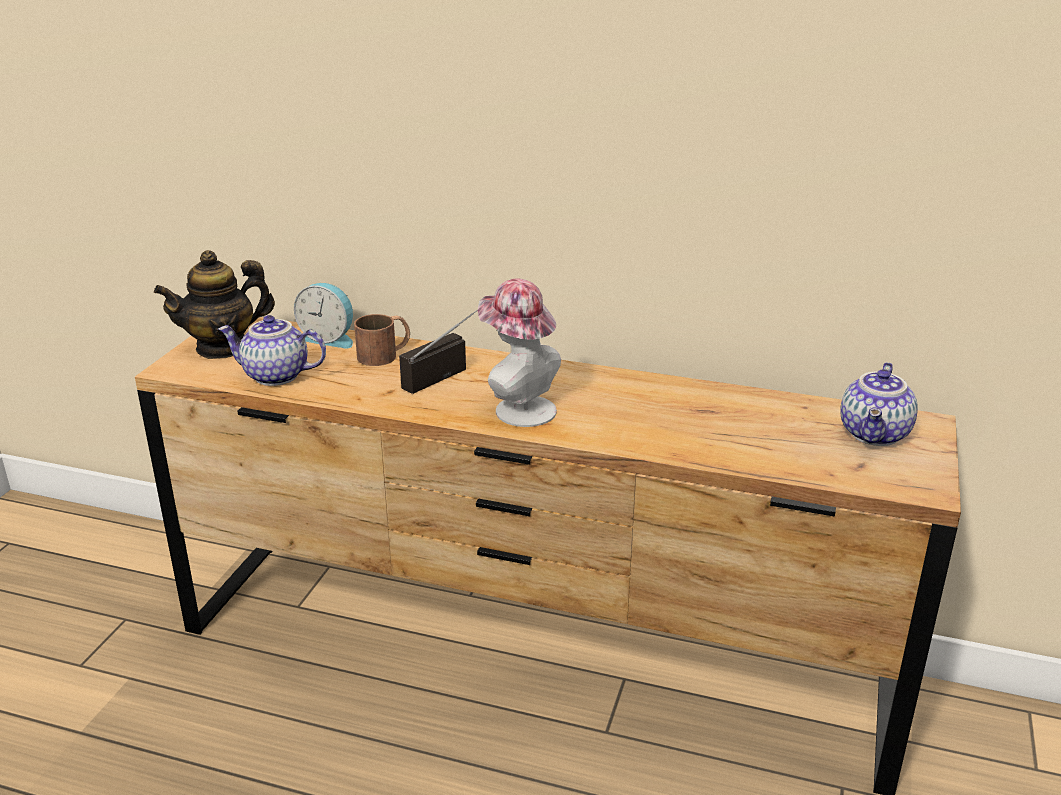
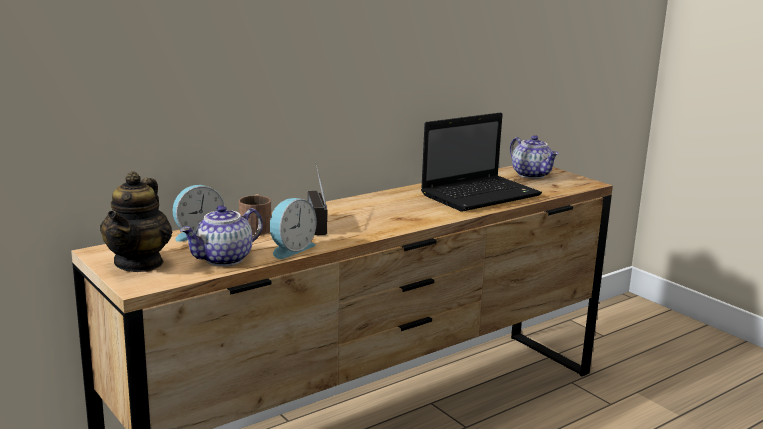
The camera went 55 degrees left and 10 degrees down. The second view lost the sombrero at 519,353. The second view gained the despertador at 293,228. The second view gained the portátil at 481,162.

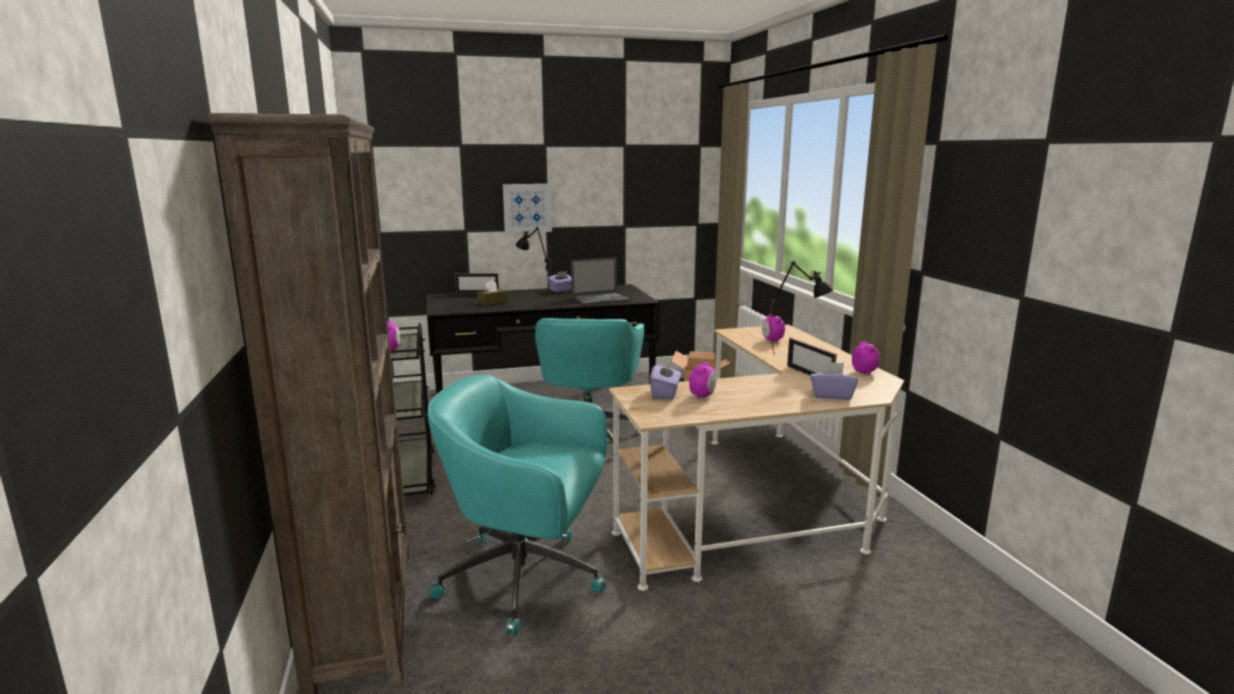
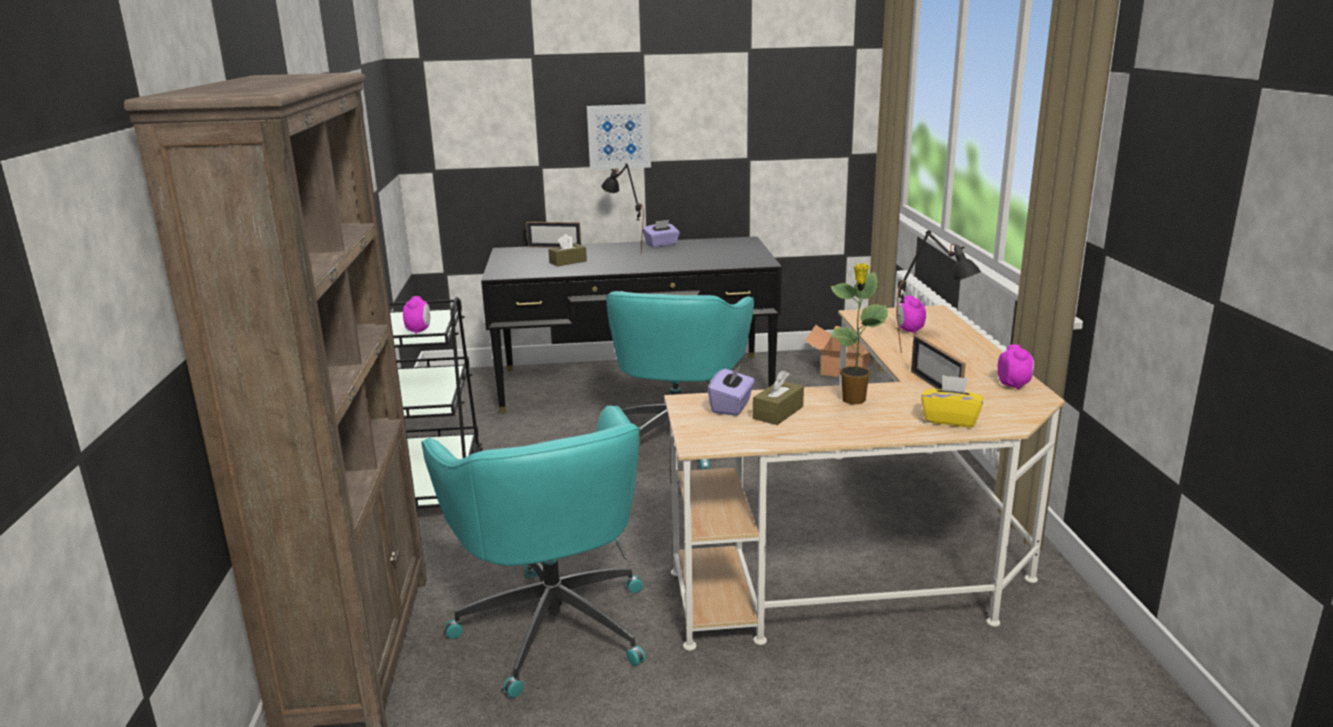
The camera went 10 degrees right and 5 degrees up. The second view lost the portátil at 600,281. The second view gained the planta en maceta at 859,333. Where the despertador stood at 703,380, the caja de pañuelos/marrón came to stand at 778,397. What was the caja de pañuelos/morado at 834,381 turned into the caja de pañuelos/amarillo at 952,401. The silla de oficina/turquesa at 517,505 ended up facing another way, 135 degrees counterclockwise from before.

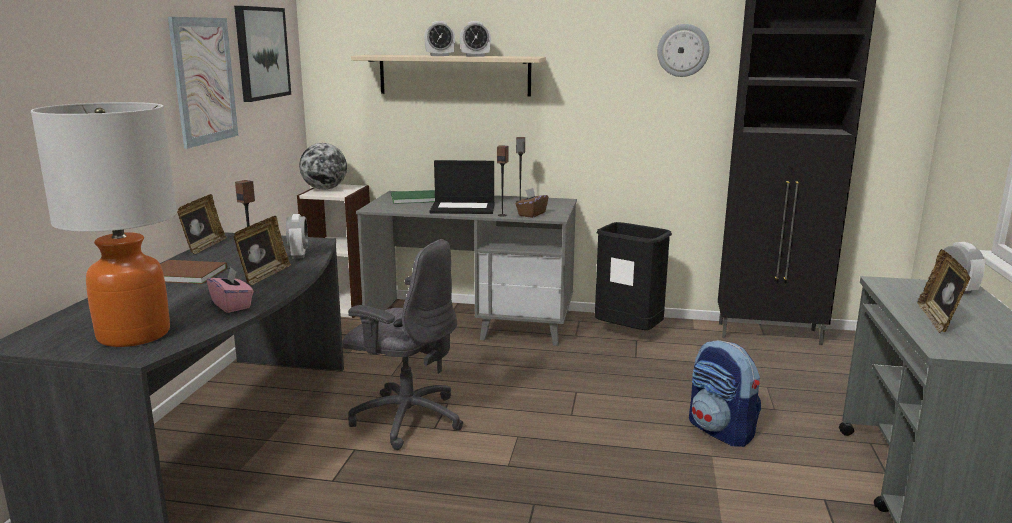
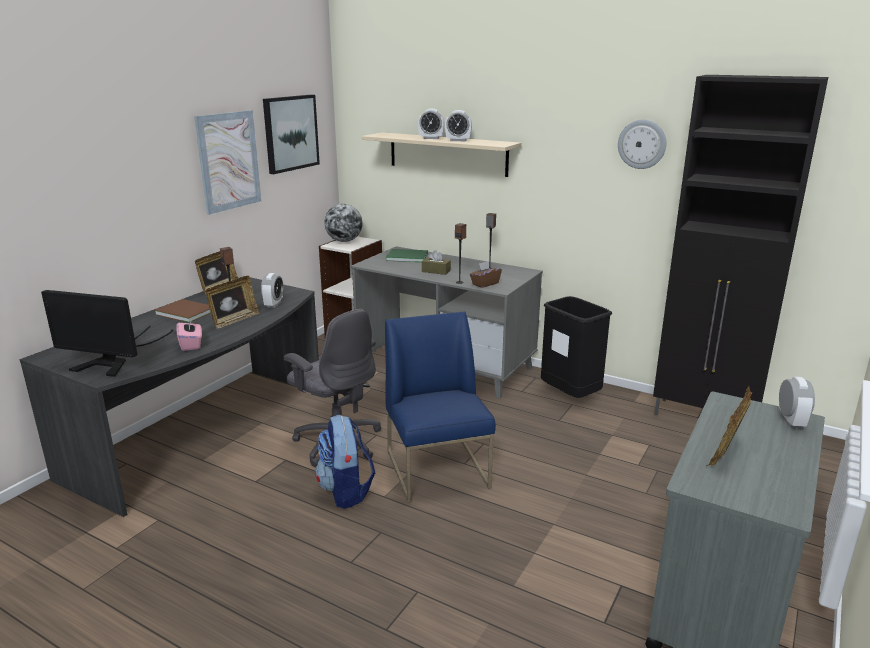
The camera went 20 degrees right and 5 degrees up. The second view gained the silla/azul at 440,407. The mochila ended up elsewhere, having gone from 725,393 to 345,462. Where the lámpara de mesa stood at 104,224, the monitor came to stand at 107,333. Where the portátil stood at 462,187, the caja de pañuelos/marrón came to stand at 436,262.

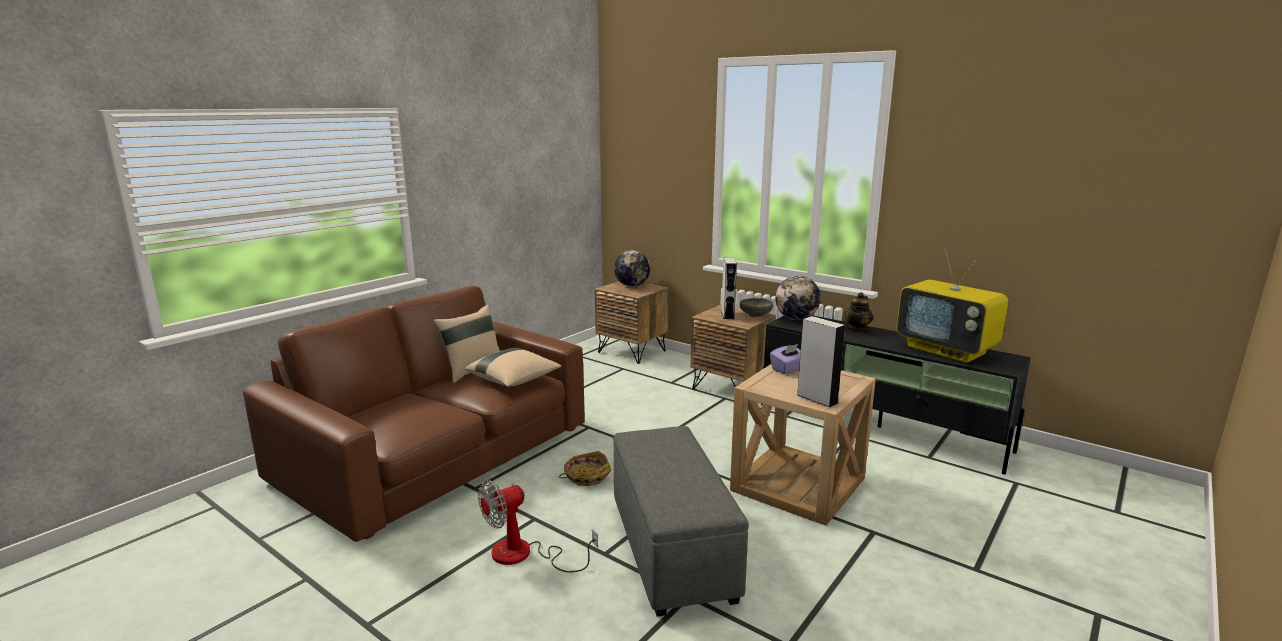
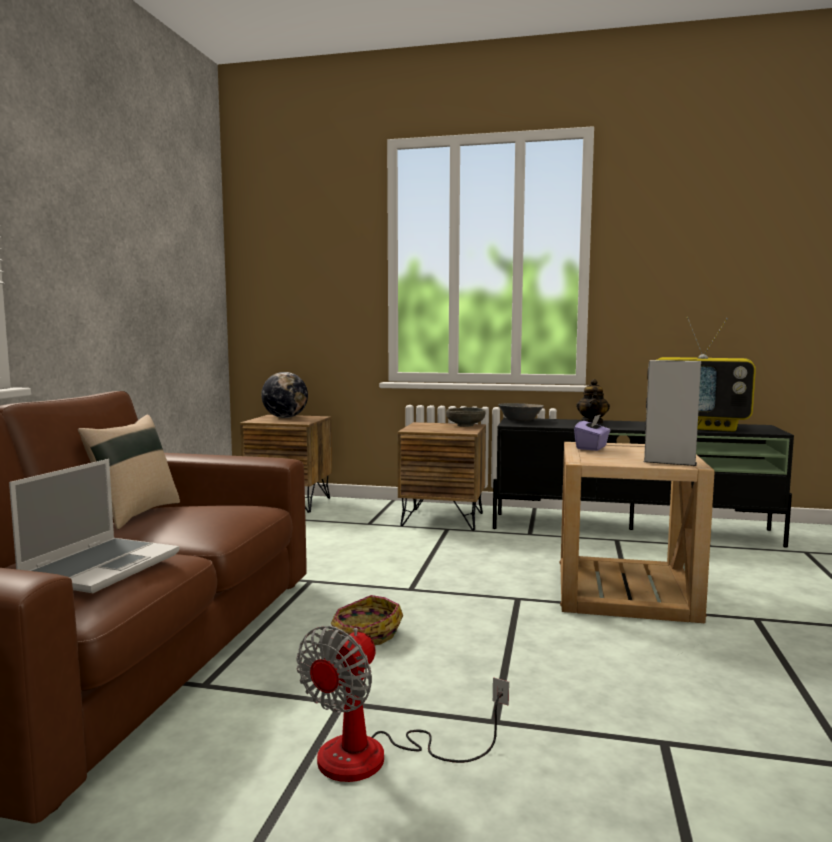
The camera went 25 degrees left and 10 degrees down. The second view lost the cojín/beis at 512,367. The second view lost the puf/gris at 681,521. The second view lost the altavoz/gris at 729,289. The second view gained the portátil at 94,526. Where the globo terráqueo stood at 798,298, the cuenco/gris came to stand at 521,412.

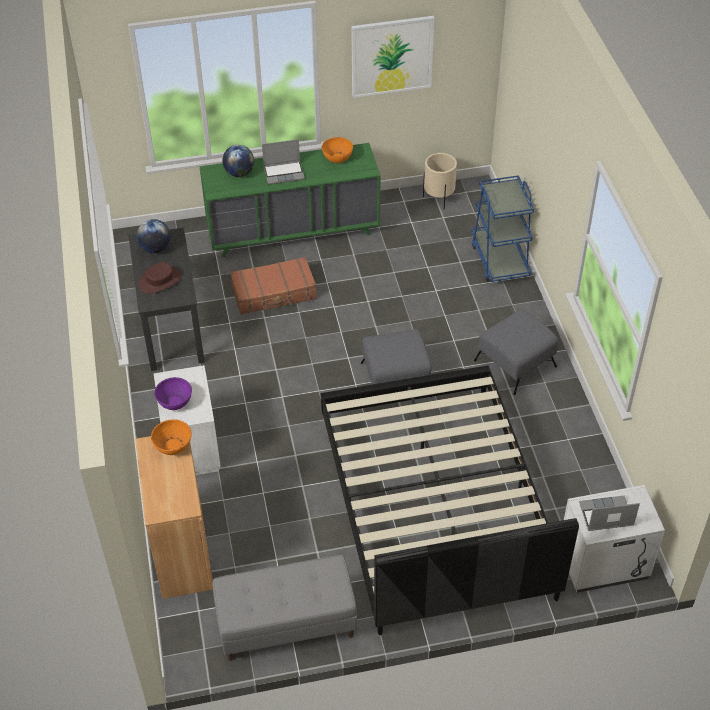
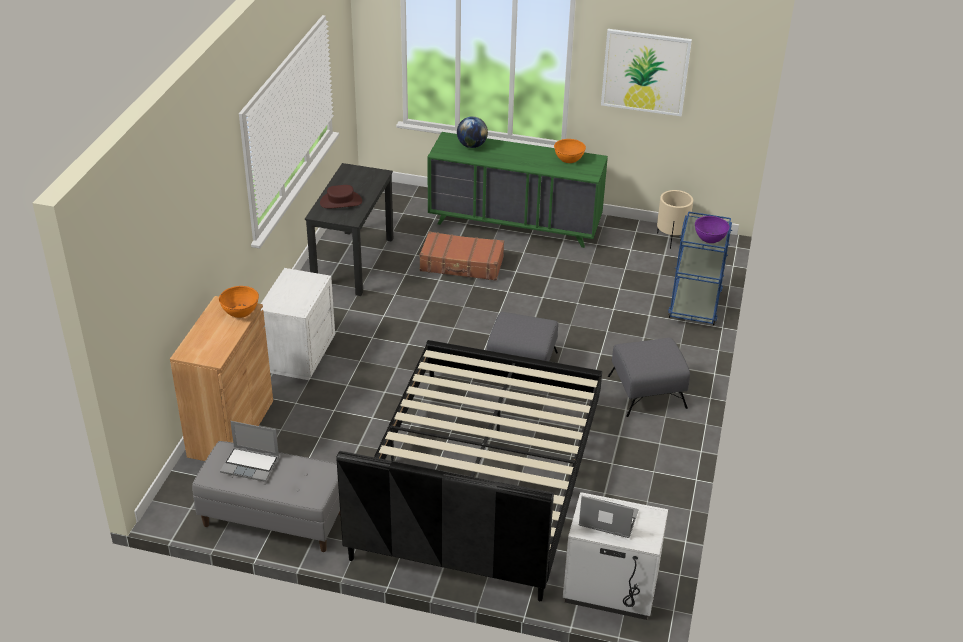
The camera went 25 degrees right and 10 degrees down. The second view lost the globo terráqueo at 154,236. The cuenco/morado ended up elsewhere, having gone from 173,393 to 712,229. The portátil ended up elsewhere, having gone from 283,162 to 249,451.

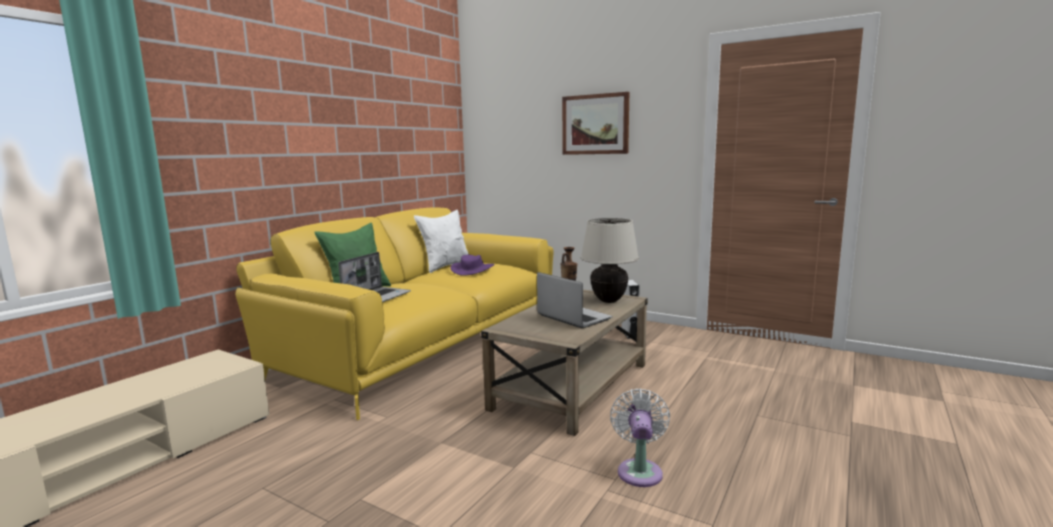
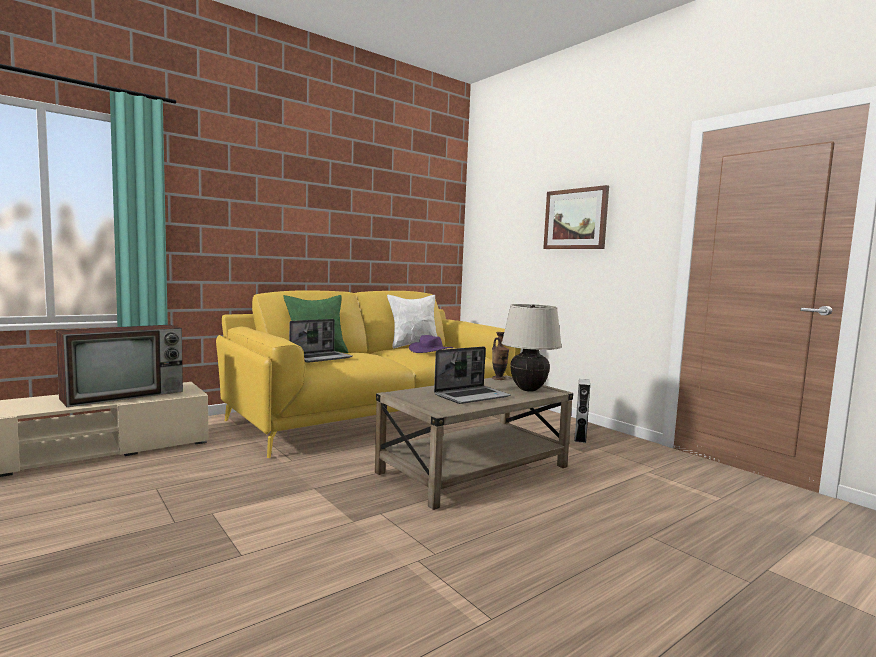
The camera went 20 degrees right and 5 degrees down. The second view lost the ventilador/blanco at 640,438. The second view gained the televisor at 119,366. The portátil at 574,300 ended up facing another way, 75 degrees clockwise from before.

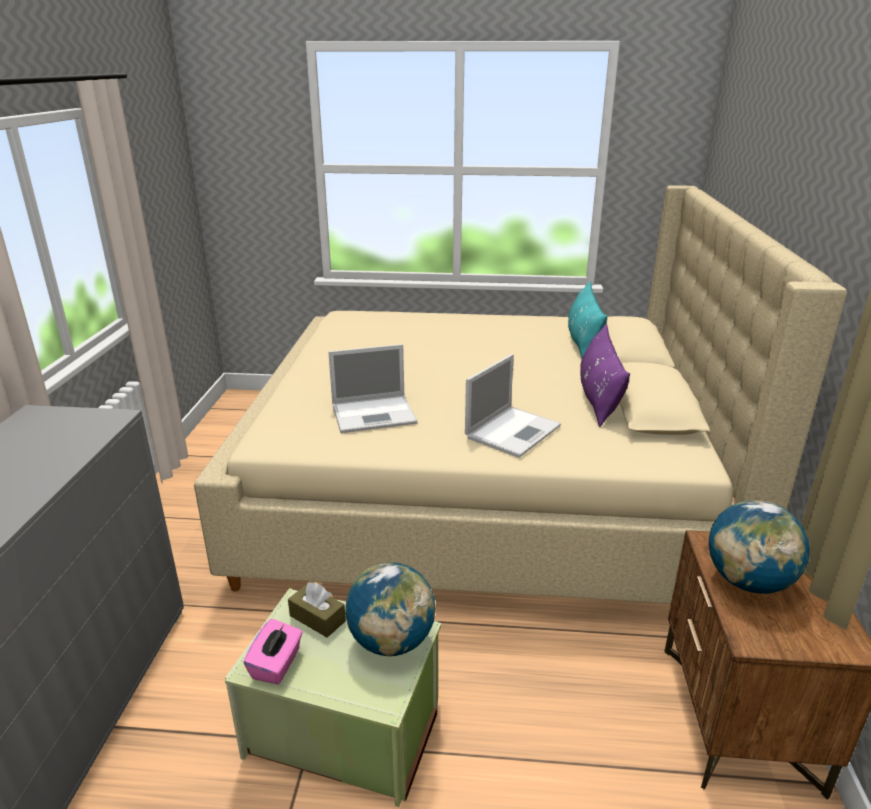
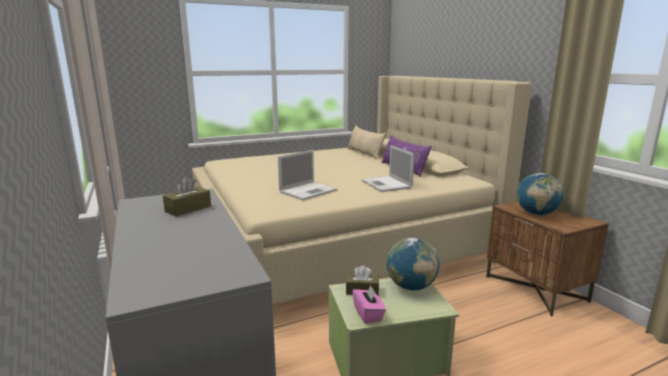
The camera went 30 degrees left and 10 degrees down. The second view gained the caja de pañuelos/marrón at 187,197. What was the cojín/turquesa at 587,319 turned into the cojín/beis at 367,142. The portátil at 513,406 ended up facing another way, 150 degrees clockwise from before.

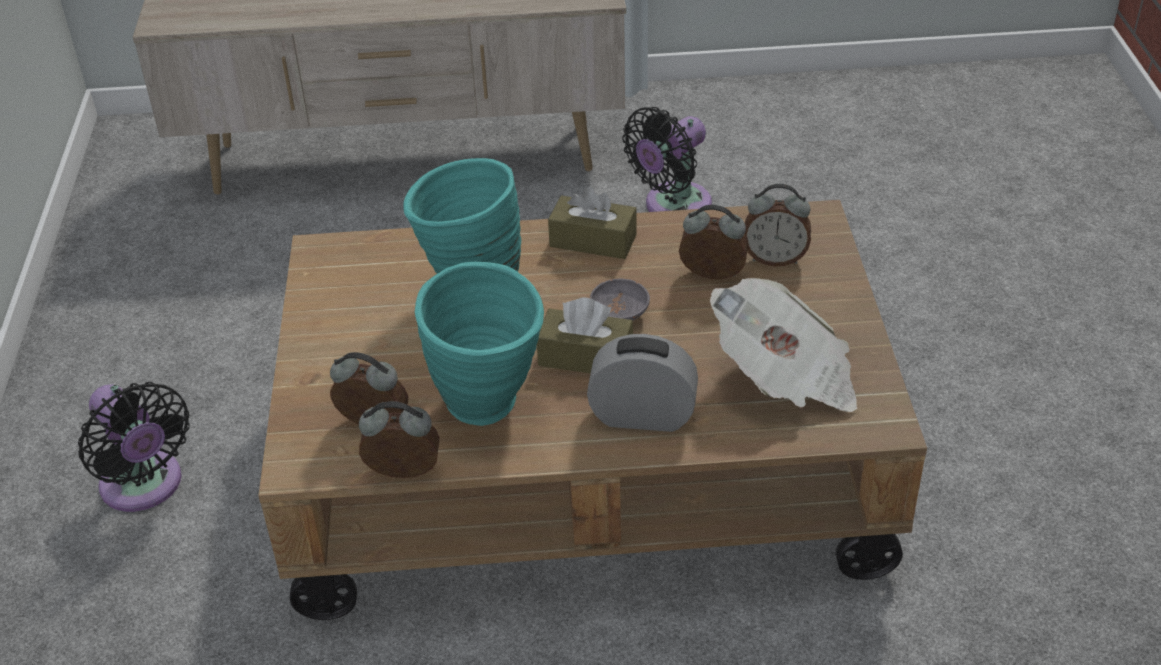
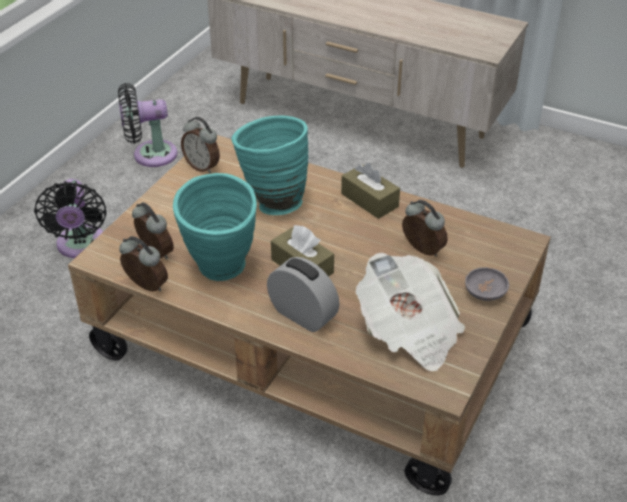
The camera went 30 degrees right and 0 degrees up. The cuenco/gris ended up elsewhere, having gone from 620,300 to 487,284. The ventilador/negro ended up elsewhere, having gone from 667,159 to 148,125. The despertador ended up elsewhere, having gone from 778,225 to 200,145.

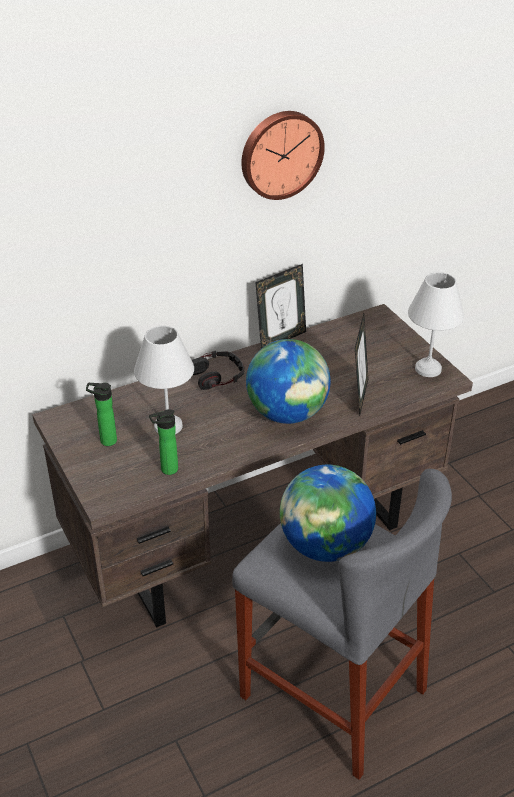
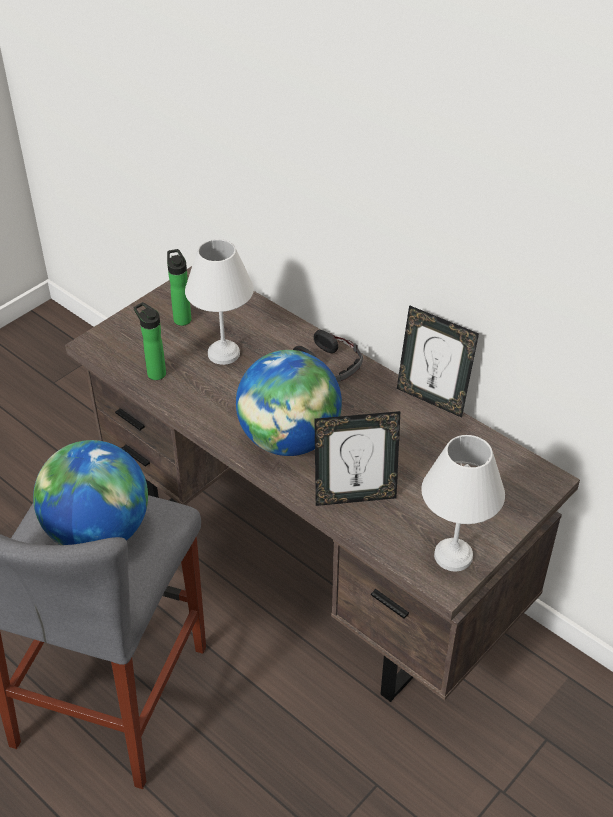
The camera went 70 degrees right and 5 degrees up. The second view lost the reloj de pared at 283,155.

